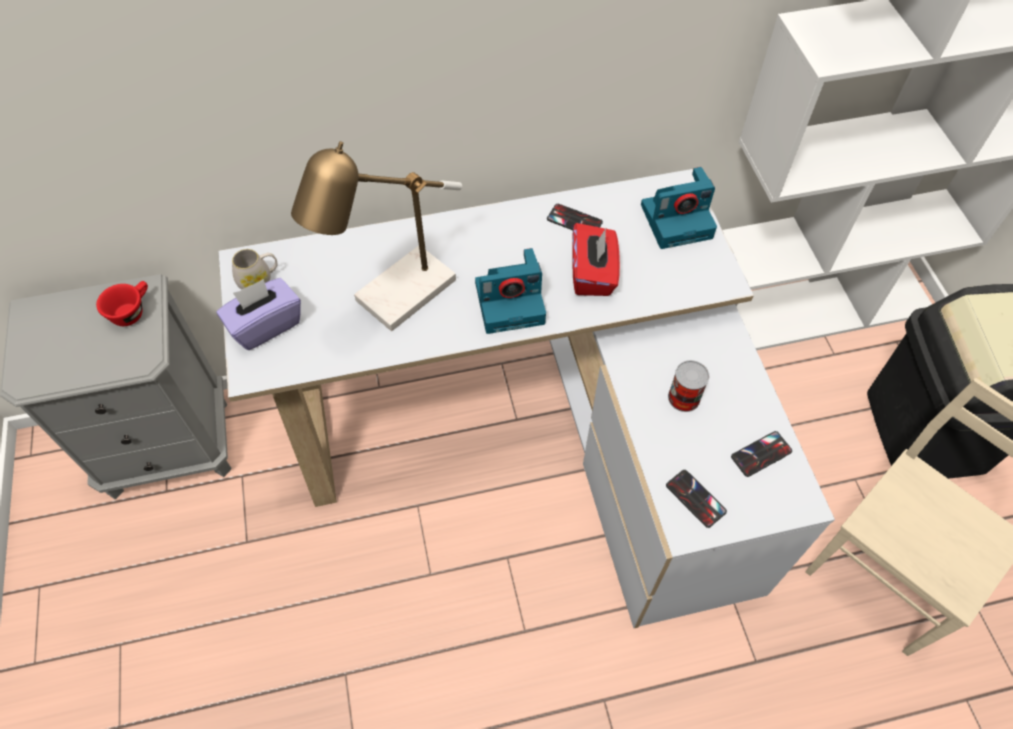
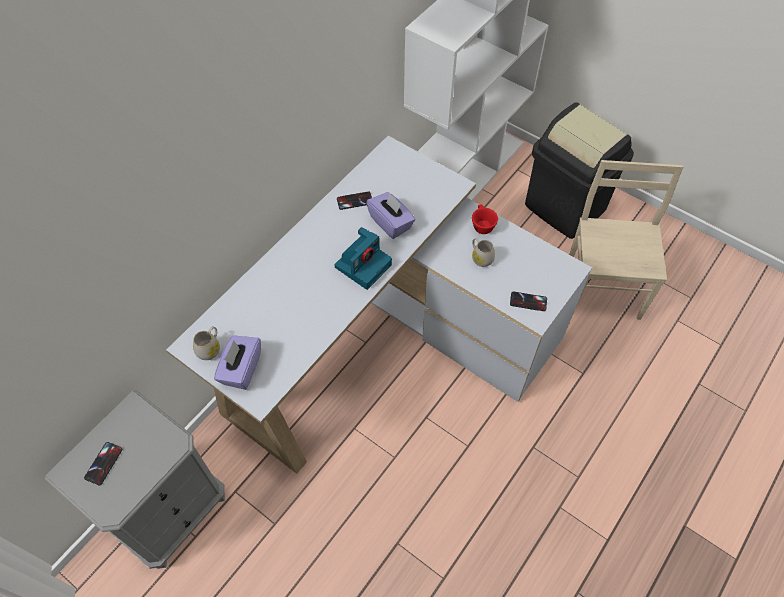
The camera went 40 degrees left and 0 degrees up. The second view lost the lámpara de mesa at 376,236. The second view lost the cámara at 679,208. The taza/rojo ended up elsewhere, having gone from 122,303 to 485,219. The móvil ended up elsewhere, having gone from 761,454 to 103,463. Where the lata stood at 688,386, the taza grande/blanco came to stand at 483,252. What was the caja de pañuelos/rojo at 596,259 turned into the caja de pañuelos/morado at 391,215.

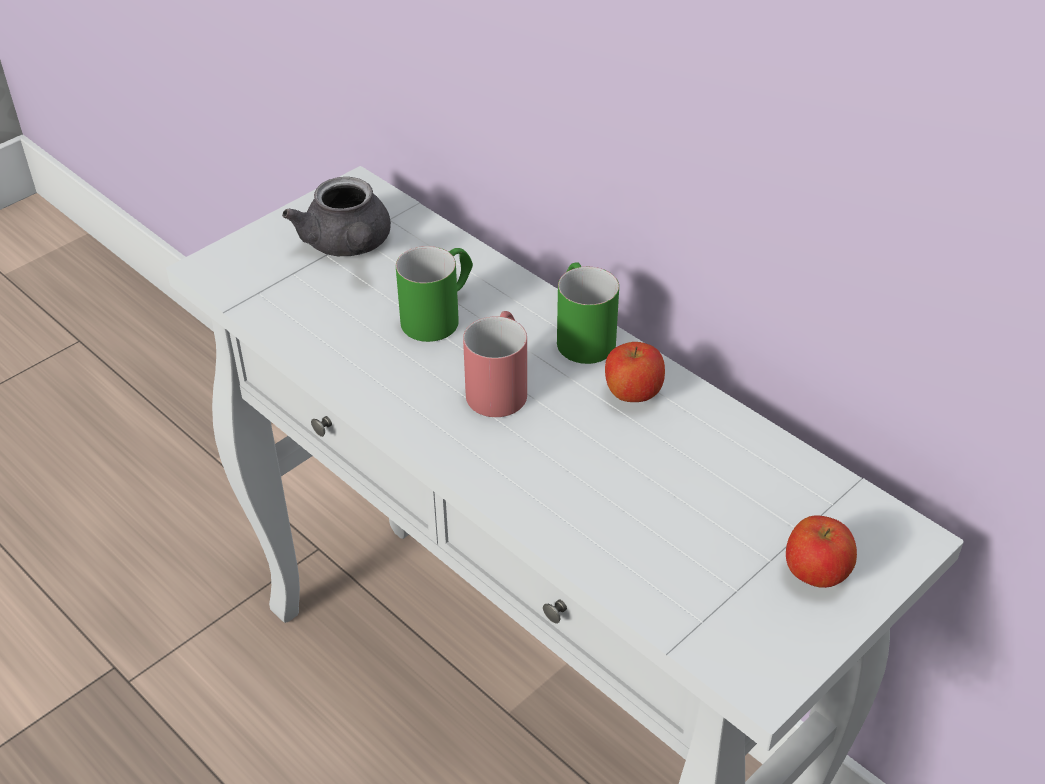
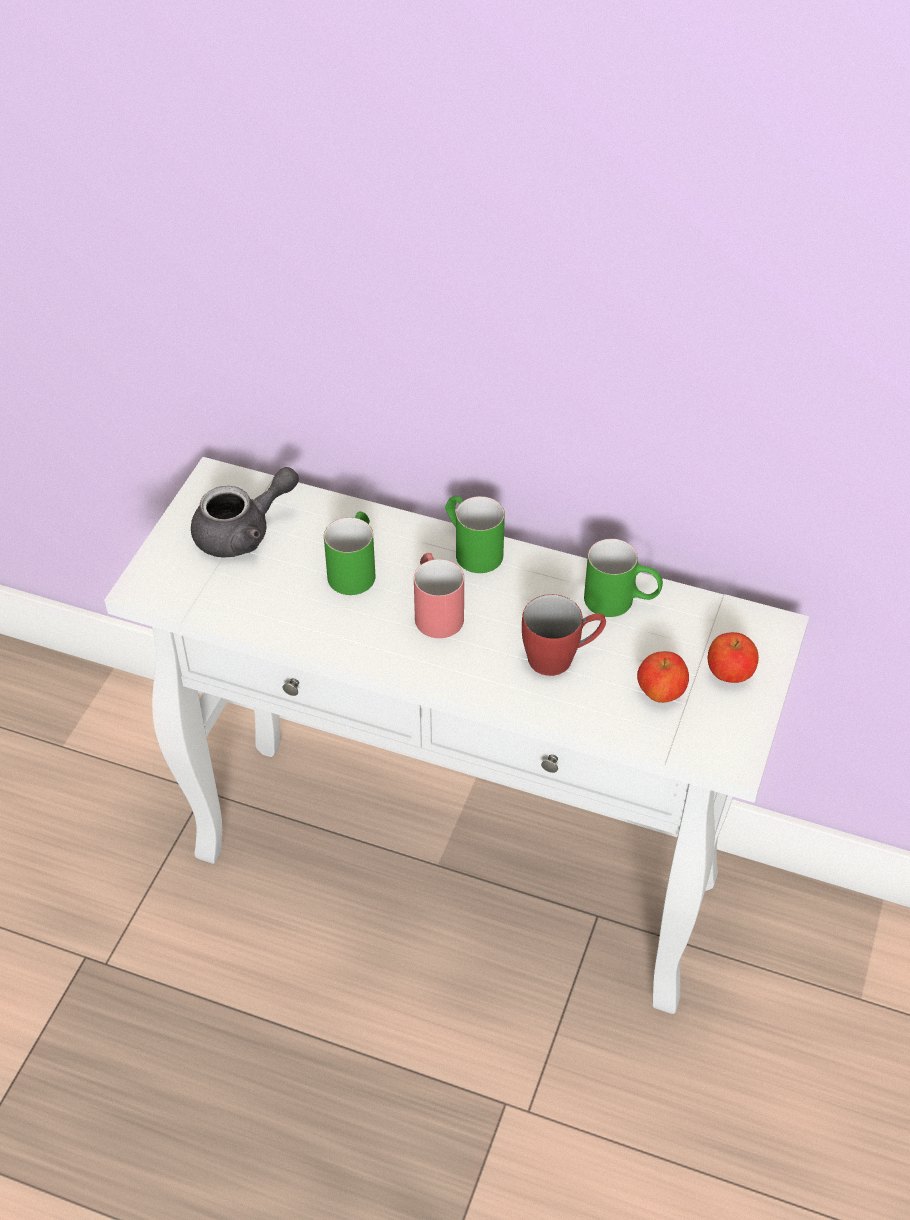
The camera went 25 degrees left and 5 degrees up. The second view gained the taza grande/rojo at 564,635. The second view gained the taza grande/verde at 623,578. The manzana ended up elsewhere, having gone from 635,372 to 663,677. The tetera/gris at 336,216 ended up facing another way, 75 degrees counterclockwise from before.

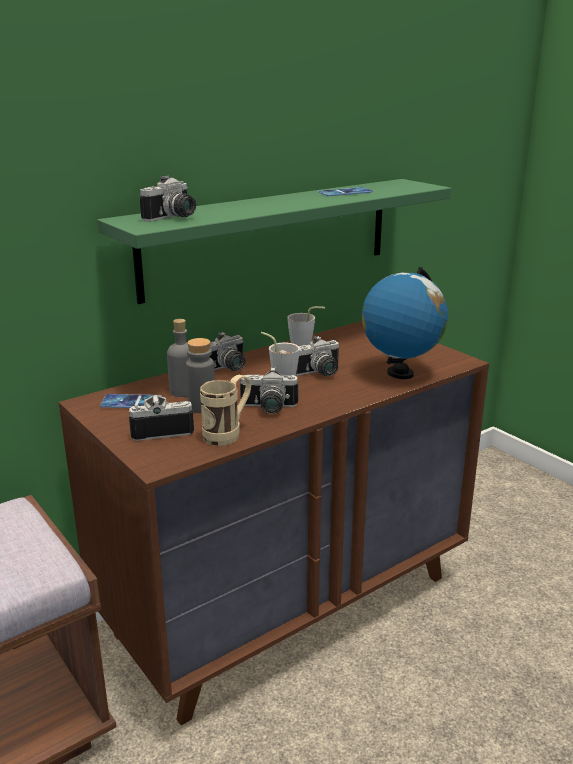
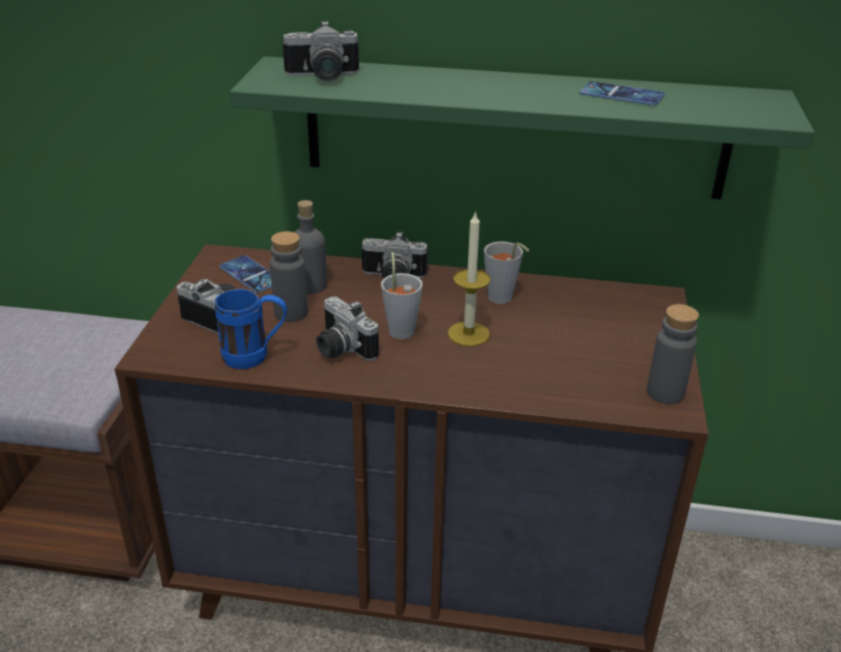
The camera went 45 degrees right and 10 degrees up. The second view lost the globo terráqueo at 405,323. The second view gained the botella/gris at 673,354. Where the cámara stood at 317,356, the vela came to stand at 469,278. What was the taza grande/beis at 225,410 turned into the taza grande/azul at 251,329.

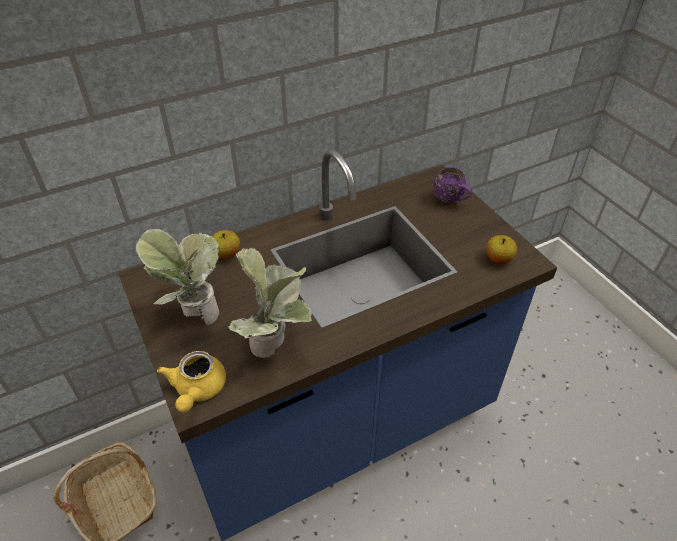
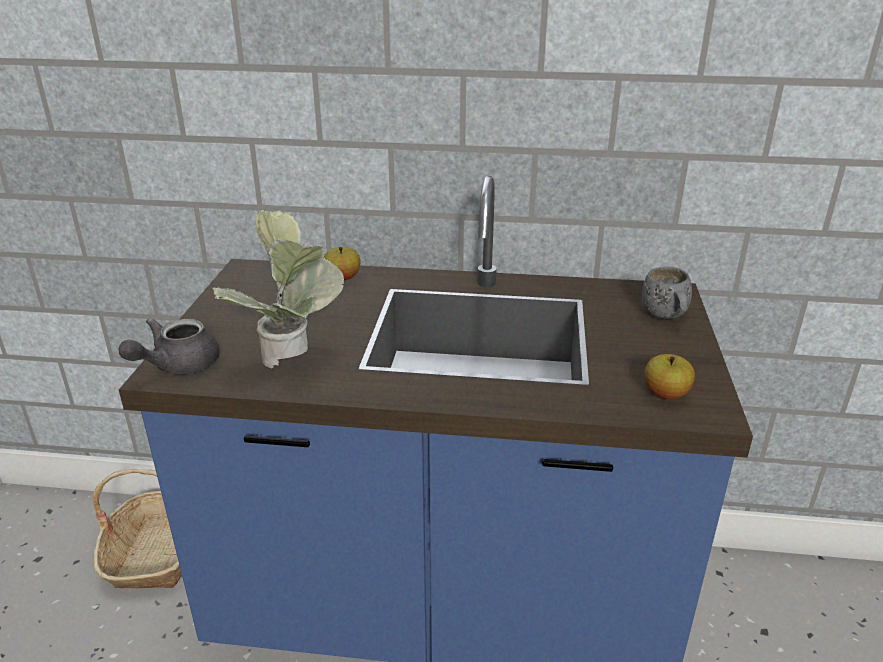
The camera went 35 degrees right and 15 degrees down. The second view lost the planta en maceta at 177,277. What was the tetera/amarillo at 191,382 turned into the tetera/gris at 169,346. What was the taza grande/morado at 453,185 turned into the taza grande/gris at 667,293.

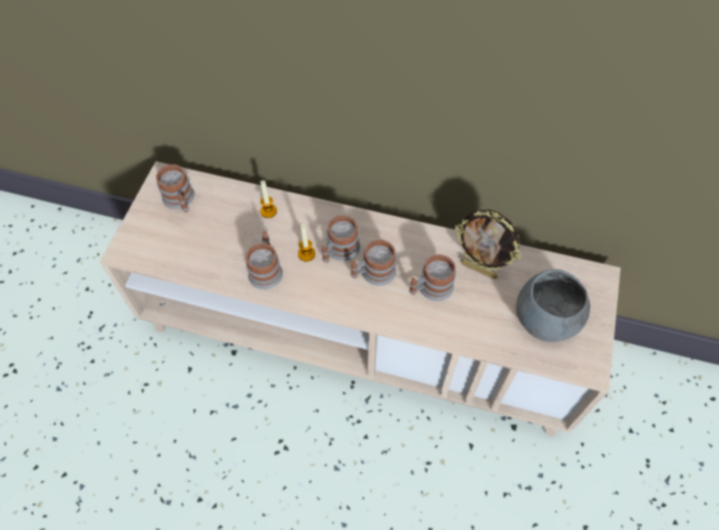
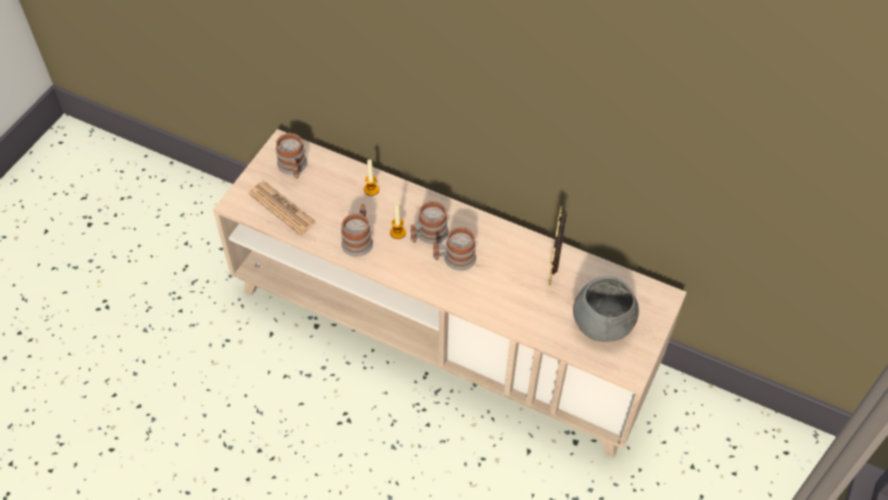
The camera went 10 degrees right and 5 degrees down. The second view lost the taza grande at 432,277. The second view gained the periódico at 282,208. The portarretratos at 488,244 ended up facing another way, 60 degrees clockwise from before.

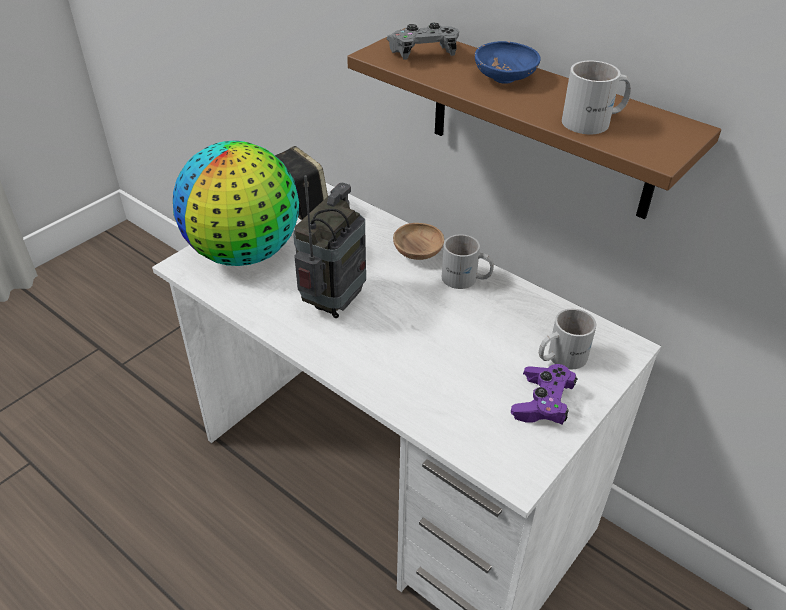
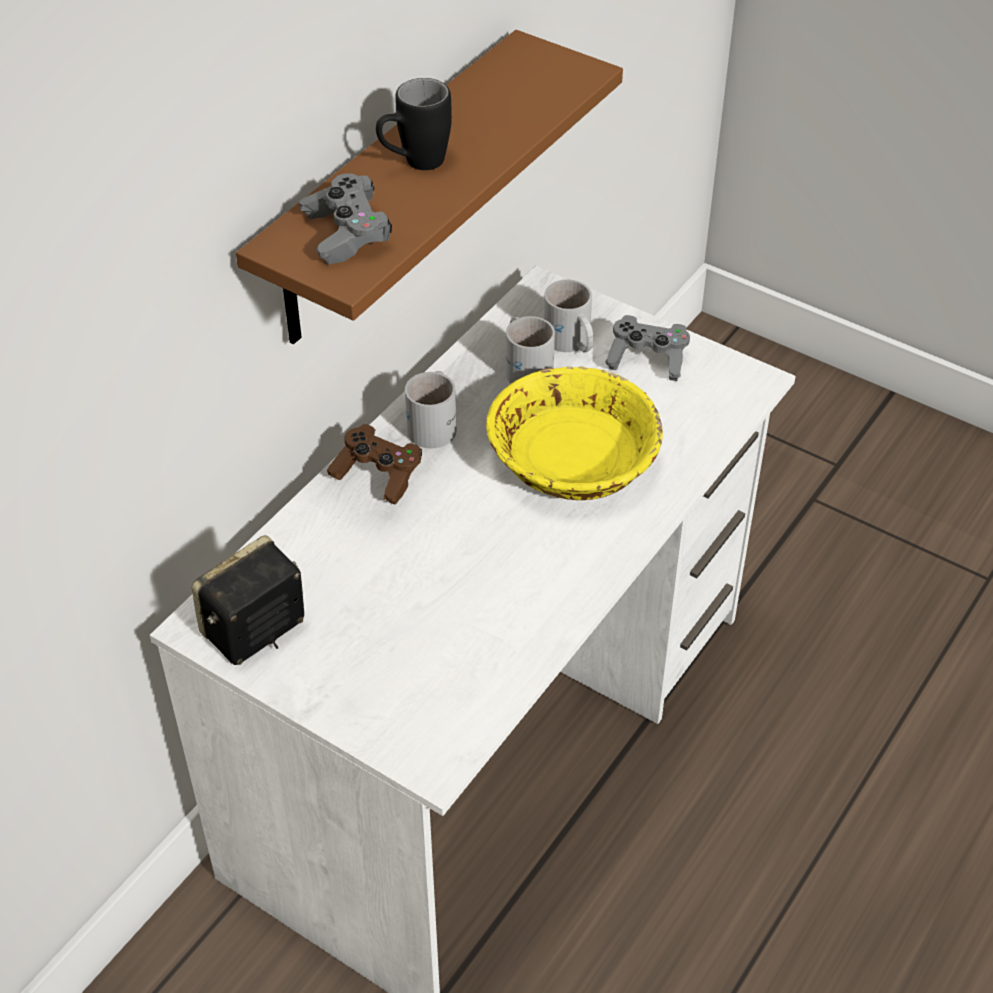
The camera went 95 degrees left and 5 degrees up. The second view lost the globo terráqueo at 236,203. The second view lost the radio at 329,246. The second view gained the cuenco/amarillo at 574,433. The taza grande/blanco ended up elsewhere, having gone from 597,97 to 530,350. Where the cuenco/marrón stood at 418,241, the mando de consola/marrón came to stand at 374,464. Where the cuenco/azul stood at 508,62, the taza grande/negro came to stand at 414,124. What was the mando de consola/morado at 544,394 turned into the mando de consola/gris at 647,348.

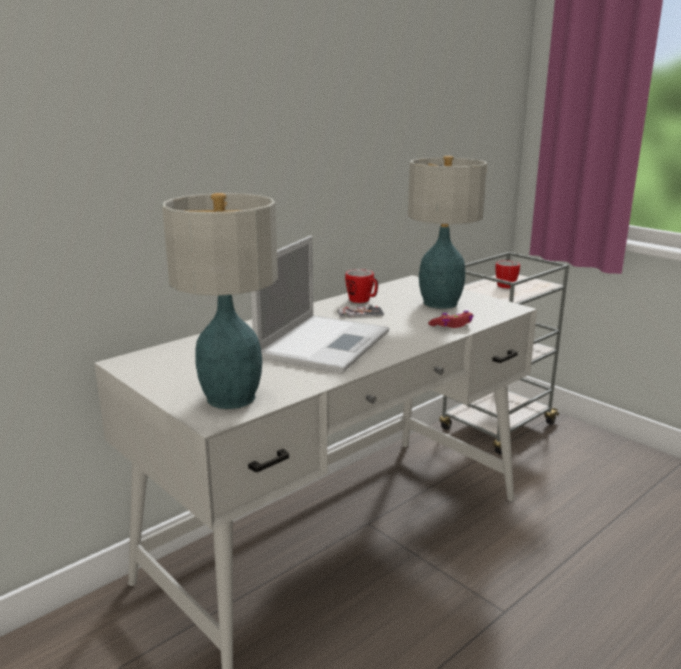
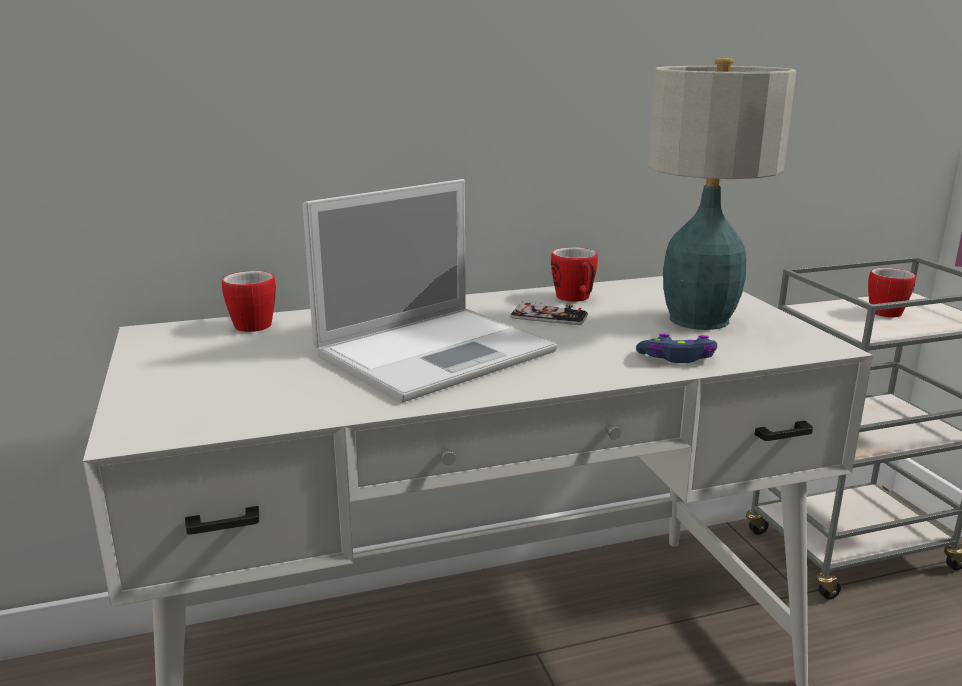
The camera went 25 degrees right and 0 degrees up. The second view lost the lámpara de mesa at 220,301. The second view gained the taza grande at 249,301. What was the mando de consola/rojo at 451,319 turned into the mando de consola/azul at 676,348.

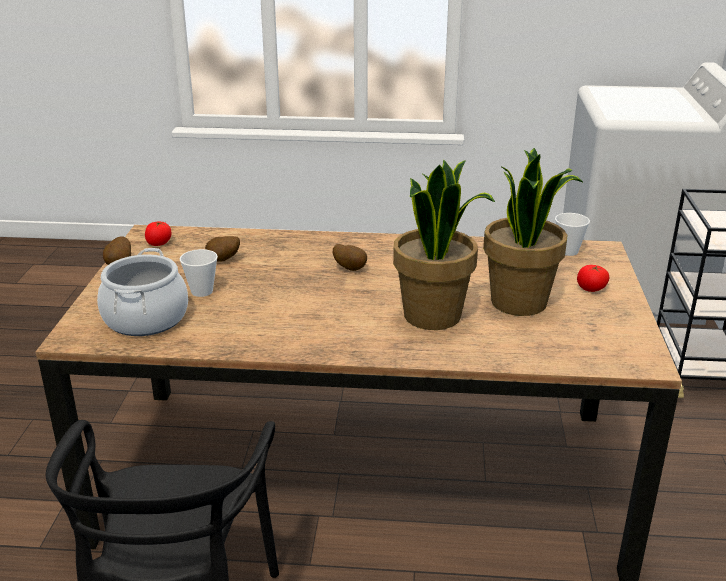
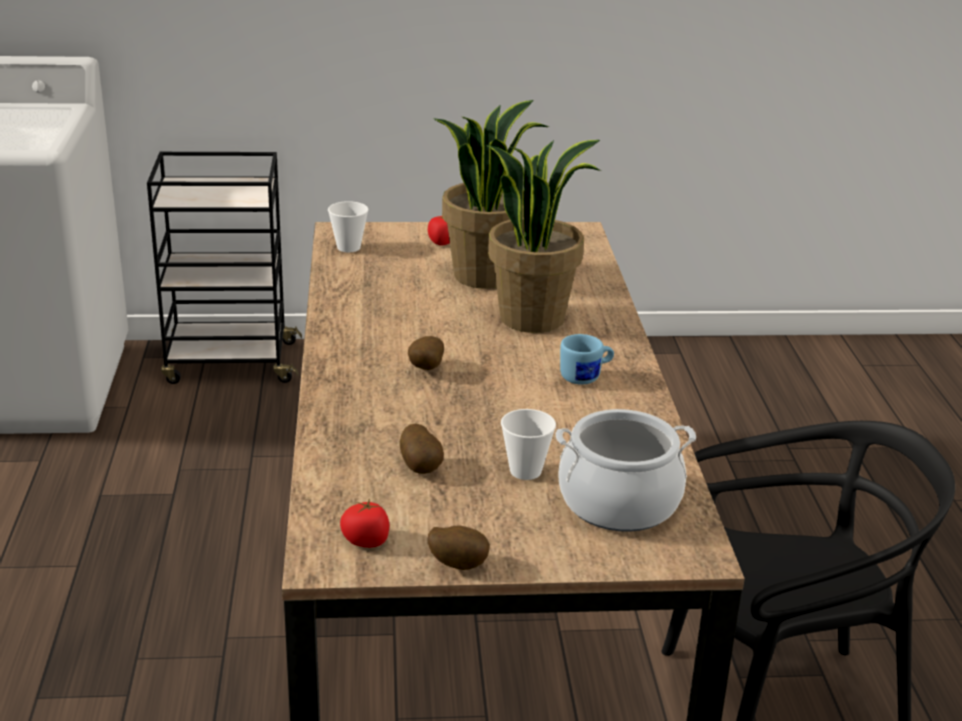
The camera went 100 degrees left and 0 degrees up. The second view gained the taza grande/azul at 587,359.

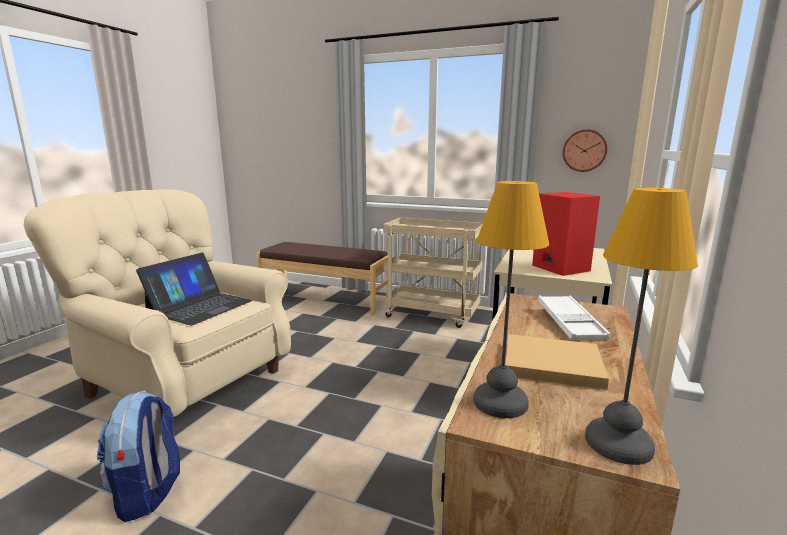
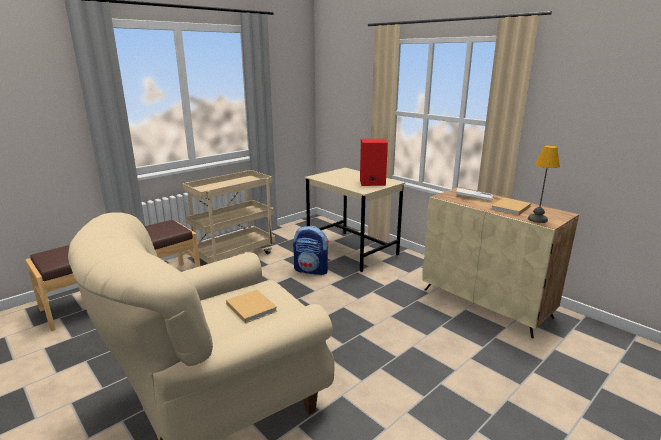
The camera went 65 degrees left and 5 degrees up. The second view lost the reloj de pared at 585,150. The second view lost the lámpara de mesa at 641,326. The mochila ended up elsewhere, having gone from 138,456 to 311,250. Where the portátil stood at 194,288, the libro/beis came to stand at 251,306.

